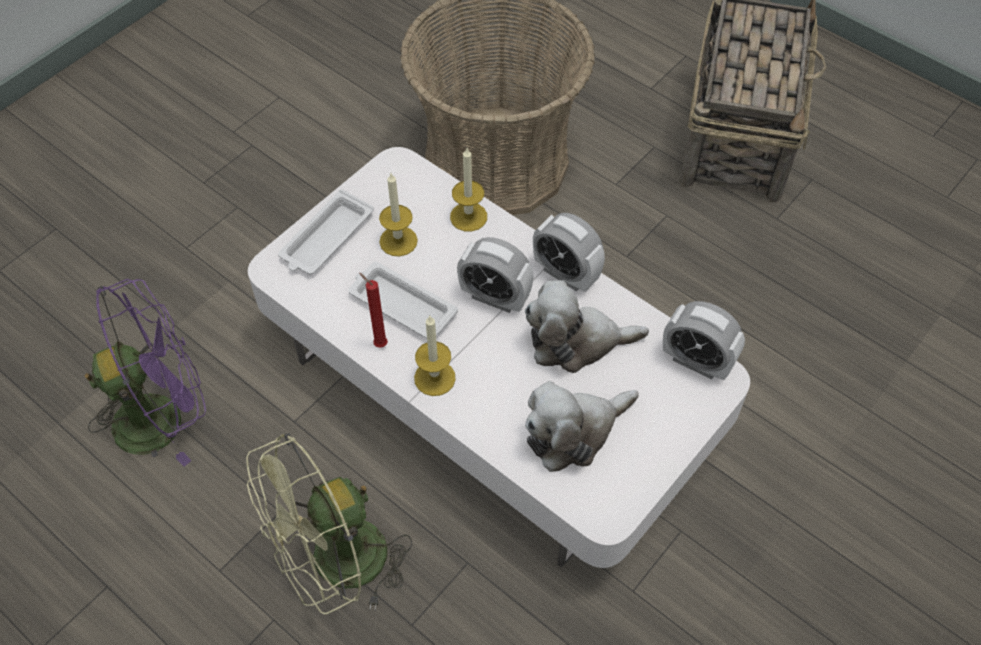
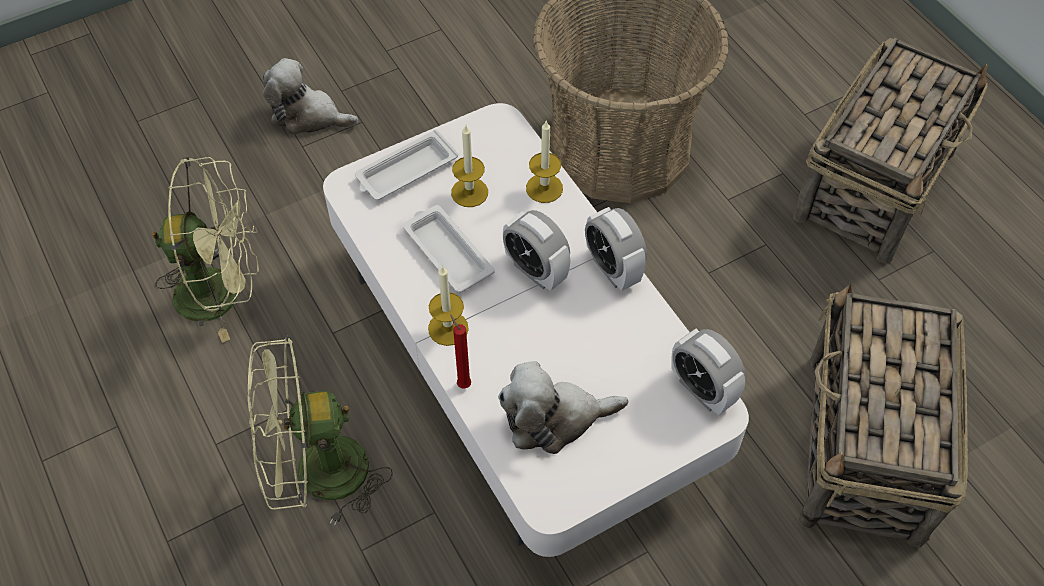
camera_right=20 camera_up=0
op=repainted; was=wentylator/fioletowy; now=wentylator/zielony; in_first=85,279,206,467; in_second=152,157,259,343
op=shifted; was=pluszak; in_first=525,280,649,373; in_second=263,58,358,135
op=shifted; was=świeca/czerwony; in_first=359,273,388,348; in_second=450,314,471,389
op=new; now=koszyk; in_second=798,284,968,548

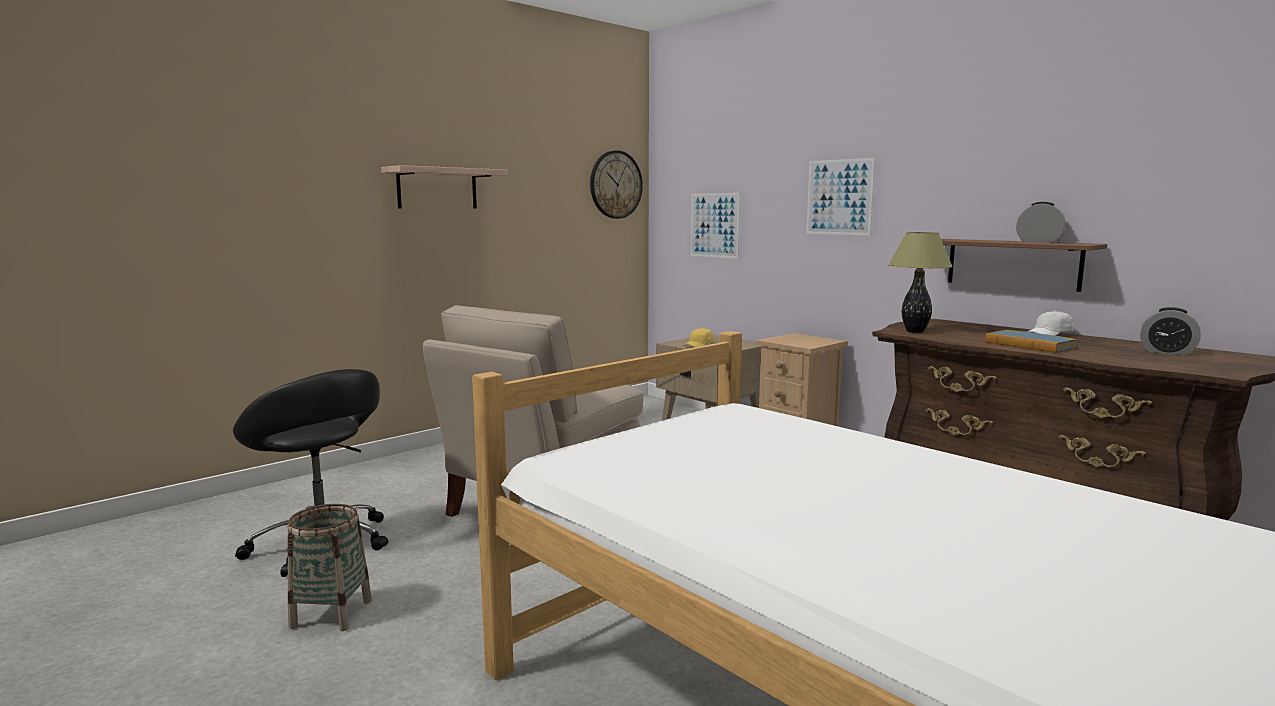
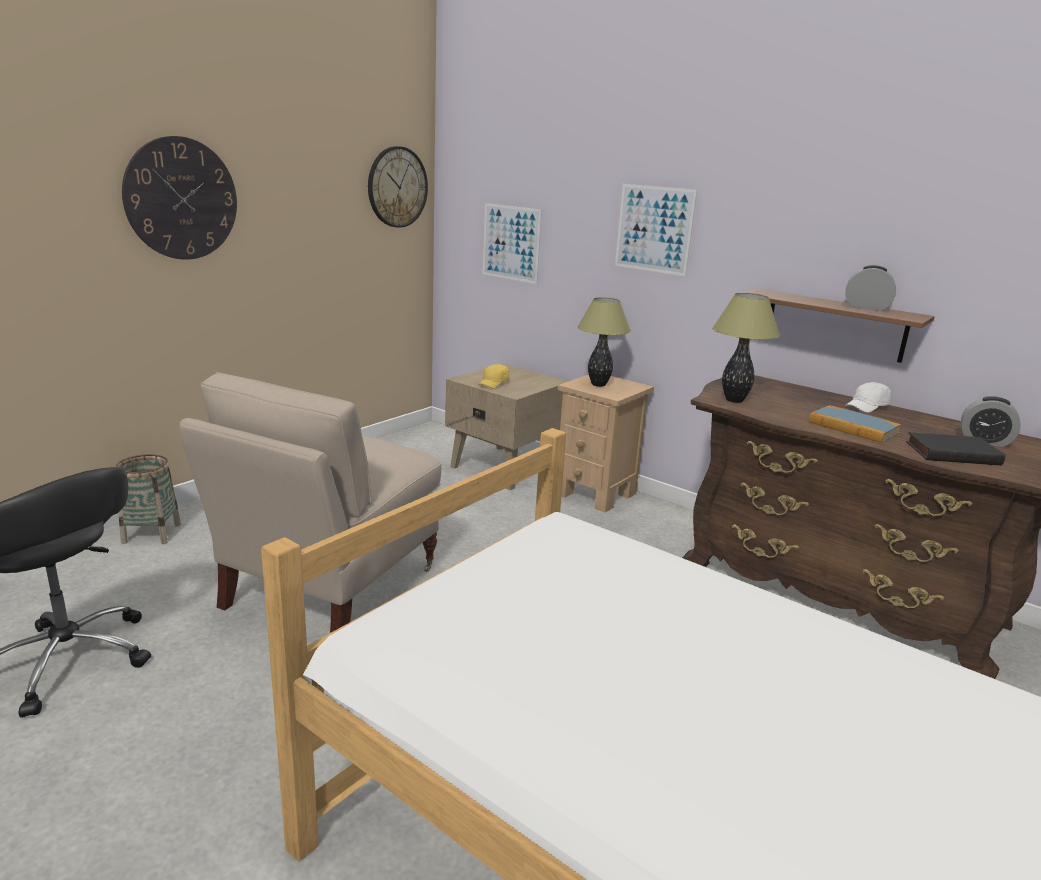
camera_right=-10 camera_up=10
op=shifted; was=koszyk; in_first=287,504,372,631; in_second=116,454,181,544
op=swapped; was=półka; now=zegar ścienny; in_first=381,165,508,209; in_second=122,136,237,260
op=new; now=lampa stołowa; in_second=578,297,631,387
op=new; now=książka/czarny; in_second=906,432,1006,466

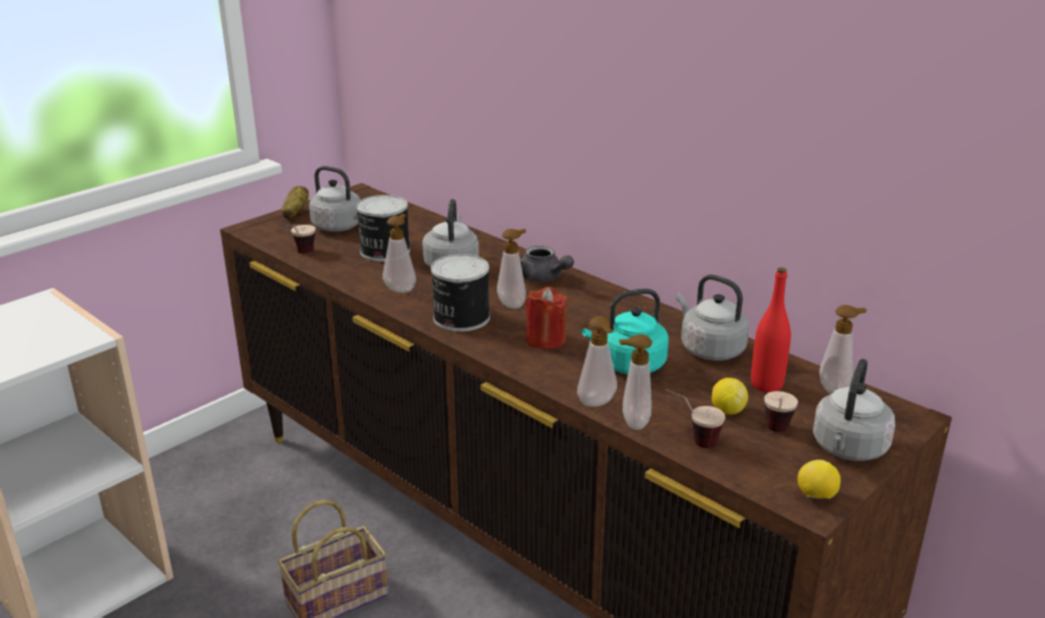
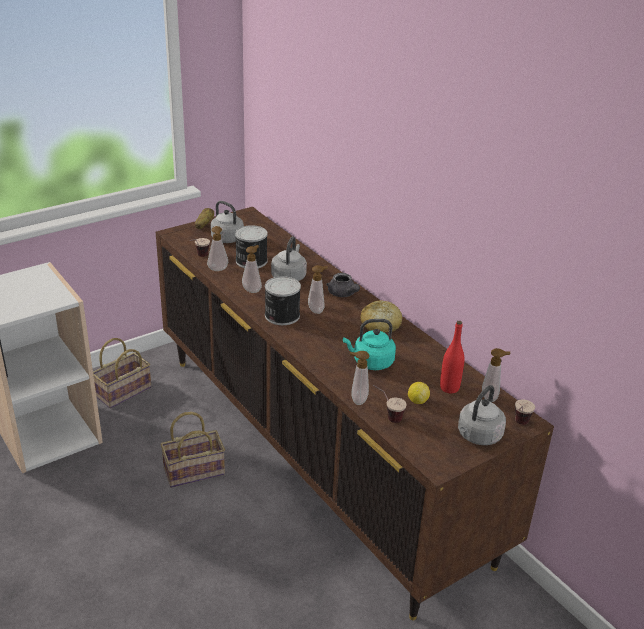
camera_right=10 camera_up=5
op=new; now=koszyk; in_second=93,338,151,408
op=shifted; was=dozownik mydła; in_first=577,316,617,407; in_second=207,226,228,271
op=new; now=chleb; in_second=361,301,402,332
op=shifted; was=filiżanka; in_first=764,391,798,432; in_second=515,399,535,425
op=gone; was=świeca/czerwony; in_first=526,287,568,350
op=gone; was=czajnik/szary; in_first=676,274,749,361
op=gone; was=cytryna; in_first=798,460,841,499

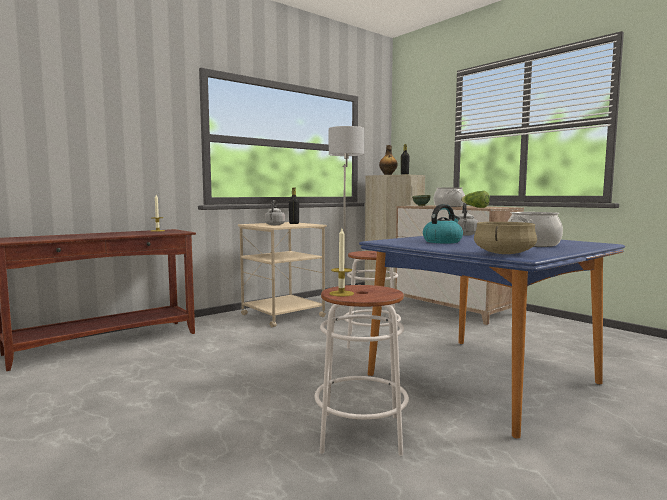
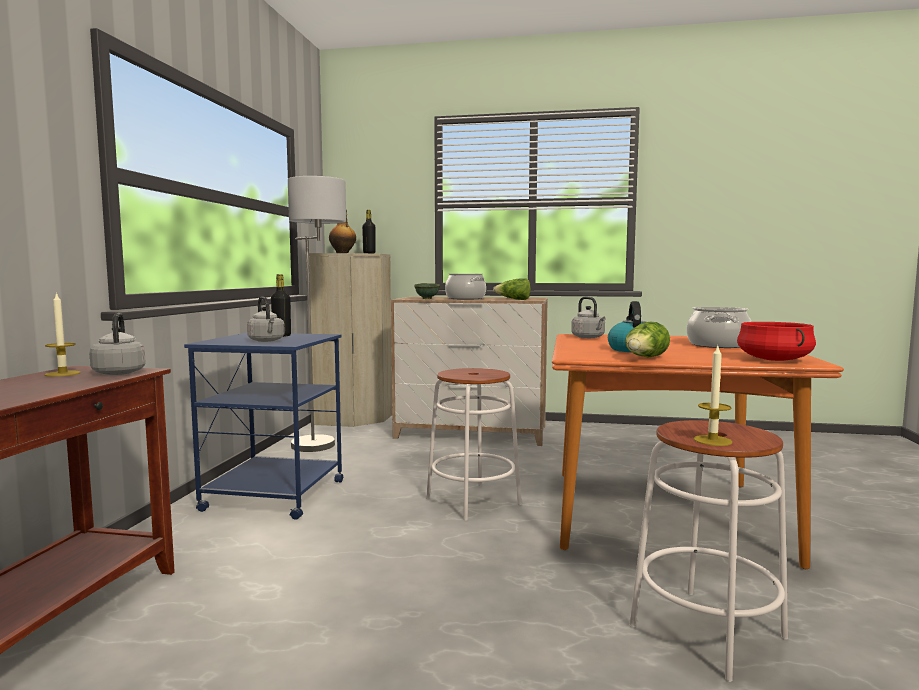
camera_right=-40 camera_up=0
op=new; now=czajnik/szary; in_second=89,313,146,375
op=repainted; was=wózek/beżowy; now=wózek/niebieski; in_first=238,222,327,327; in_second=184,333,343,520
op=repainted; was=stół jadalny/niebieski; now=stół jadalny/pomarańczowy; in_first=359,234,625,439; in_second=552,334,844,569
op=new; now=sałata; in_second=625,322,670,357
op=repainted; was=garnek/beżowy; now=garnek/czerwony; in_first=474,222,537,254; in_second=737,322,816,361

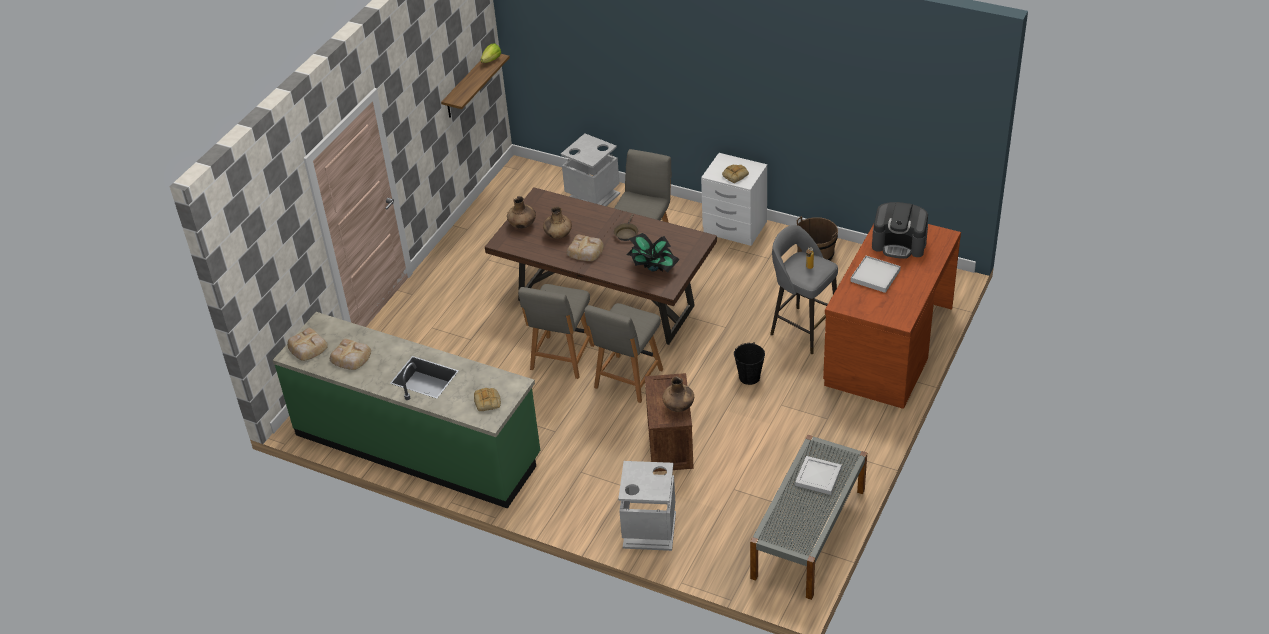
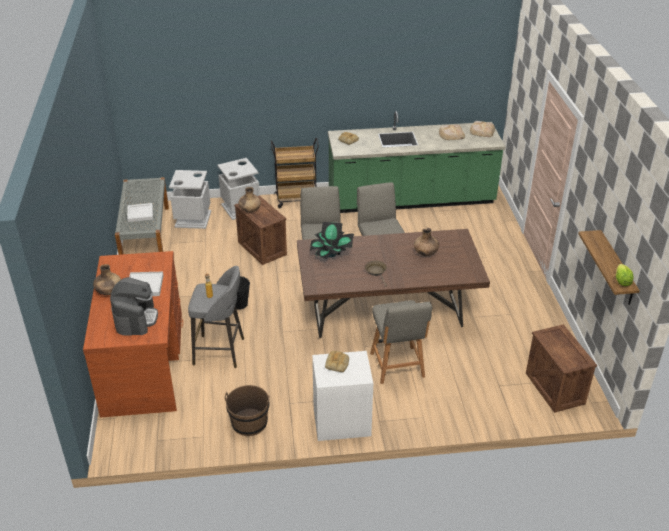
camera_right=145 camera_up=-5
op=shifted; was=wazon/brązowy; in_first=507,196,536,229; in_second=93,264,121,295
op=rotated; was=ekspres do kawy; in_first=872,202,928,259; in_second=110,277,158,335; clockwise=105
op=shifted; was=kosz na śmieci/szary; in_first=561,133,620,206; in_second=169,170,211,229
op=new; now=wózek/brązowy; in_second=271,138,319,208
op=new; now=skrzynka; in_second=526,324,597,413
op=gone; was=chleb; in_first=567,235,604,261

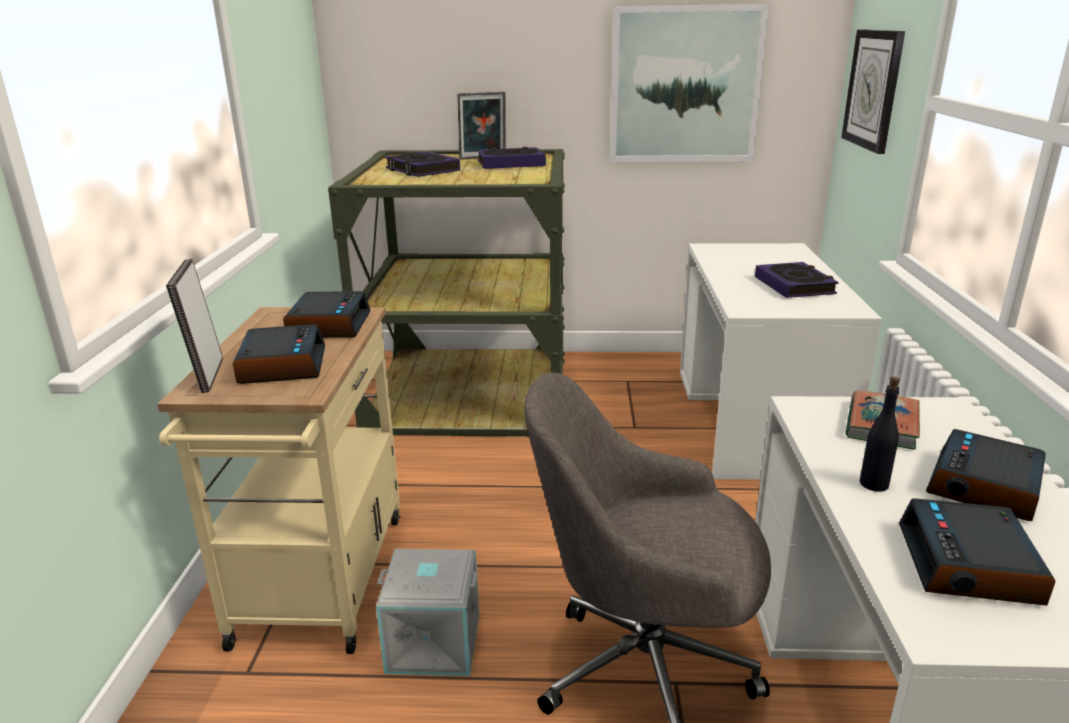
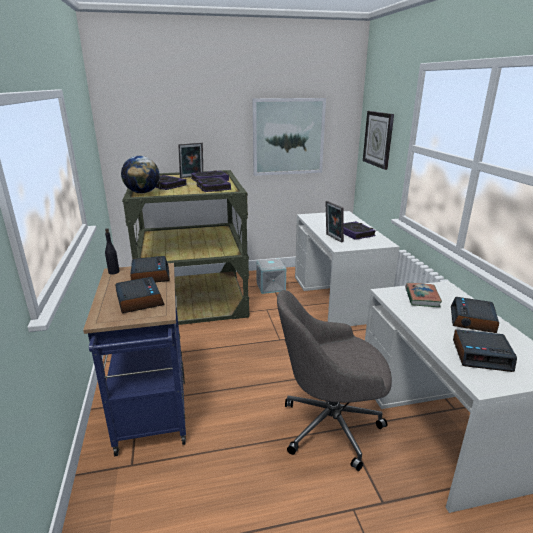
camera_right=-15 camera_up=0
op=repainted; was=wózek/beżowy; now=wózek/niebieski; in_first=157,307,400,654; in_second=83,263,186,456
op=shifted; was=butelka/czarny; in_first=860,377,899,492; in_second=105,228,119,274
op=new; now=globus; in_second=121,156,160,193
op=new; now=książka; in_second=196,177,231,192
op=shifted; was=pojemnik do przechowywania/szary; in_first=376,549,479,676; in_second=256,258,286,294
op=shifted; was=ramka na zdjęcie; in_first=166,259,223,393; in_second=325,201,344,243
op=rotated; was=budzik; in_first=899,498,1056,605; in_second=453,329,517,372; clockwise=-75

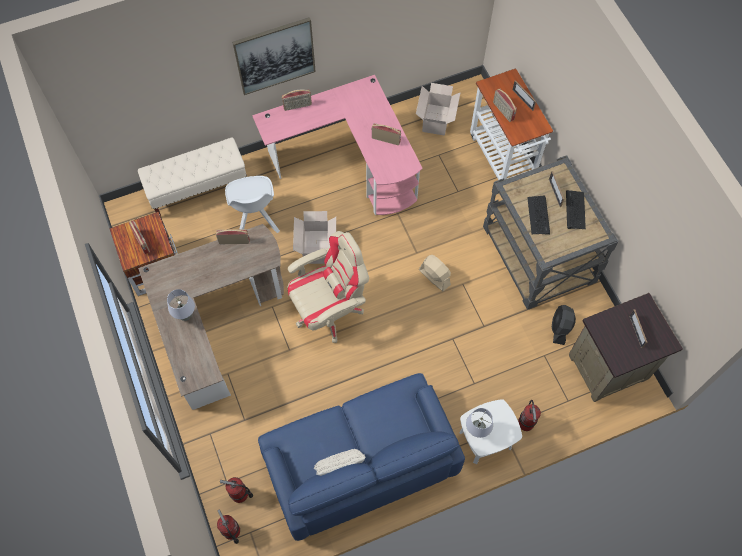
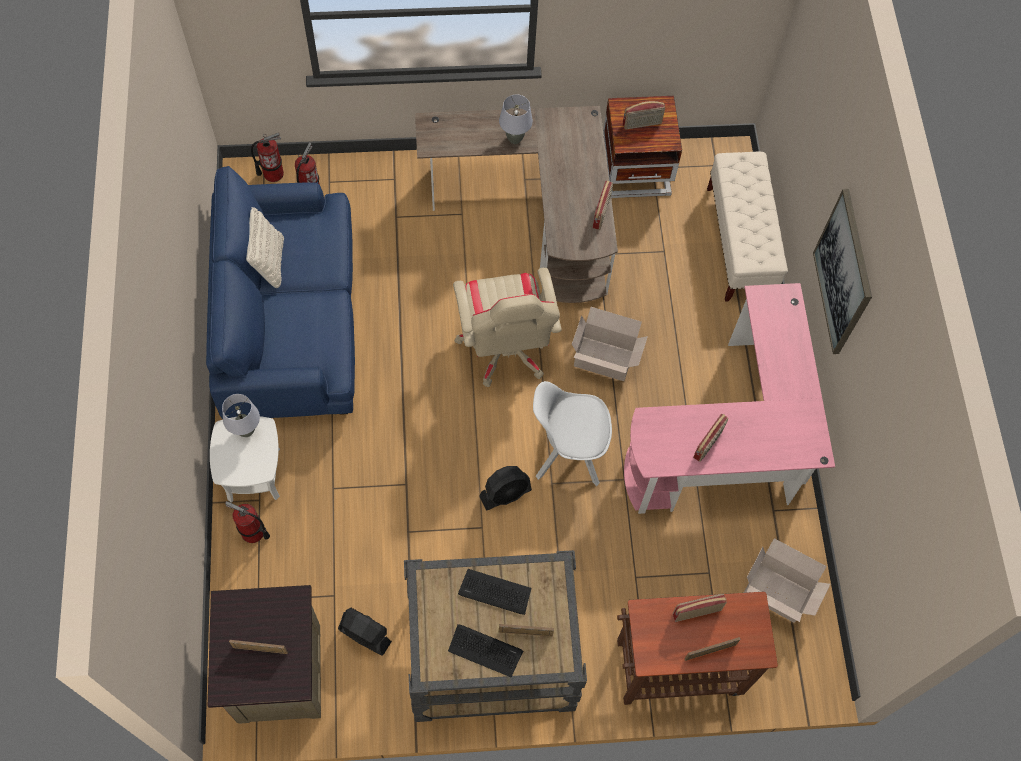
camera_right=105 camera_up=0
op=repainted; was=wentylator/beżowy; now=wentylator/czarny; in_first=419,255,451,292; in_second=479,466,532,511
op=shifted; was=krzesło/biały; in_first=225,176,280,233; in_second=533,381,612,486
op=repainted; was=wózek/biały; now=wózek/brązowy; in_first=470,69,553,180; in_second=617,592,778,705
op=gone; was=radio; in_first=282,90,312,111

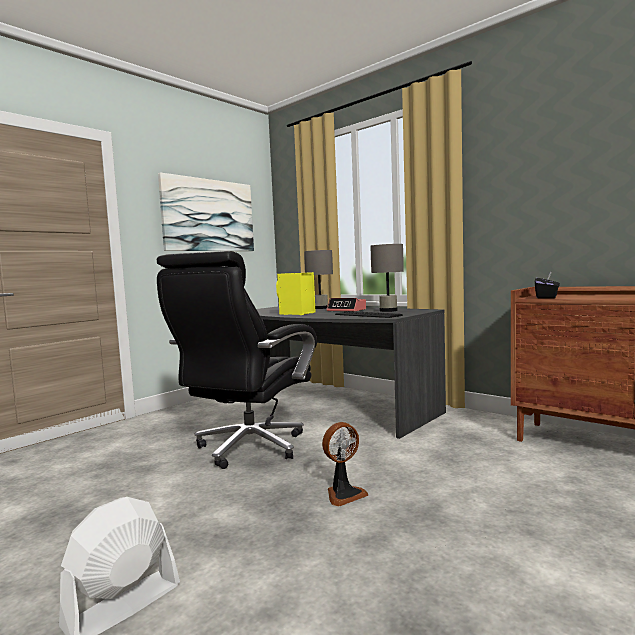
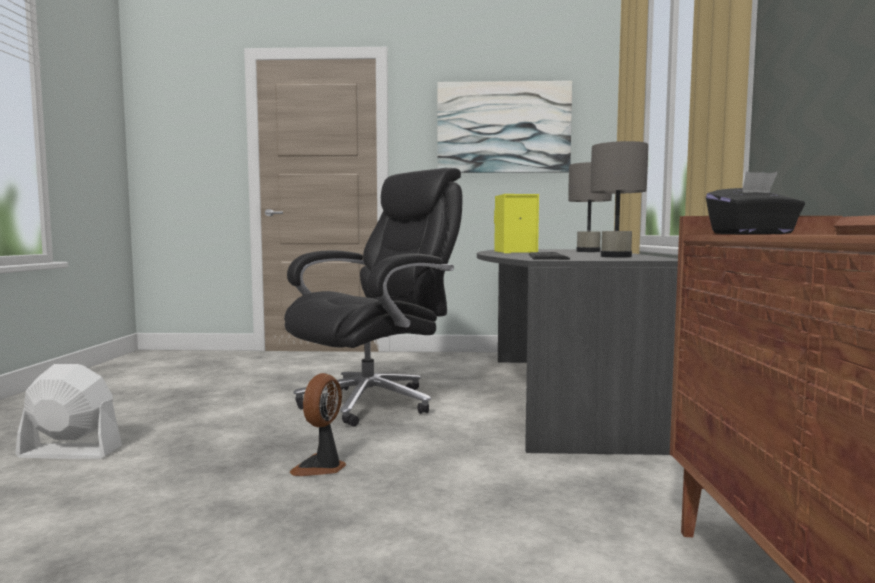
camera_right=50 camera_up=0
op=rotated; was=krzesło biurowe/czarny; in_first=157,251,317,469; in_second=284,168,463,427; clockwise=150
op=rotated; was=wentylator; in_first=322,422,368,506; in_second=289,373,346,476; clockwise=90
op=gone; was=budzik; in_first=327,298,366,312

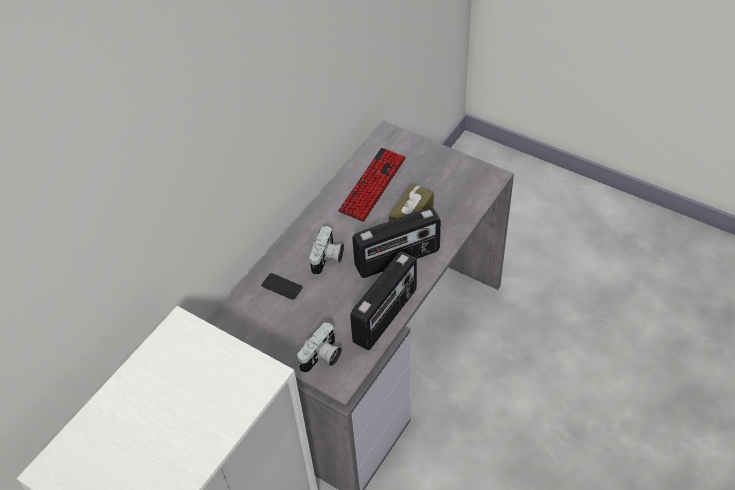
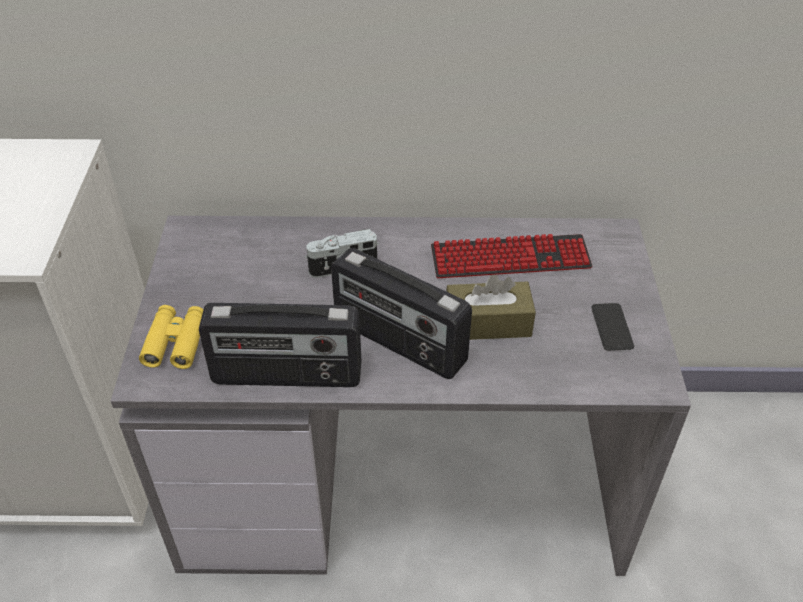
camera_right=55 camera_up=-5
op=swapped; was=aparat fotograficzny; now=lornetka/żółty; in_first=297,323,342,373; in_second=139,305,203,369
op=shifted; was=telefon; in_first=261,273,303,300; in_second=591,303,634,351

